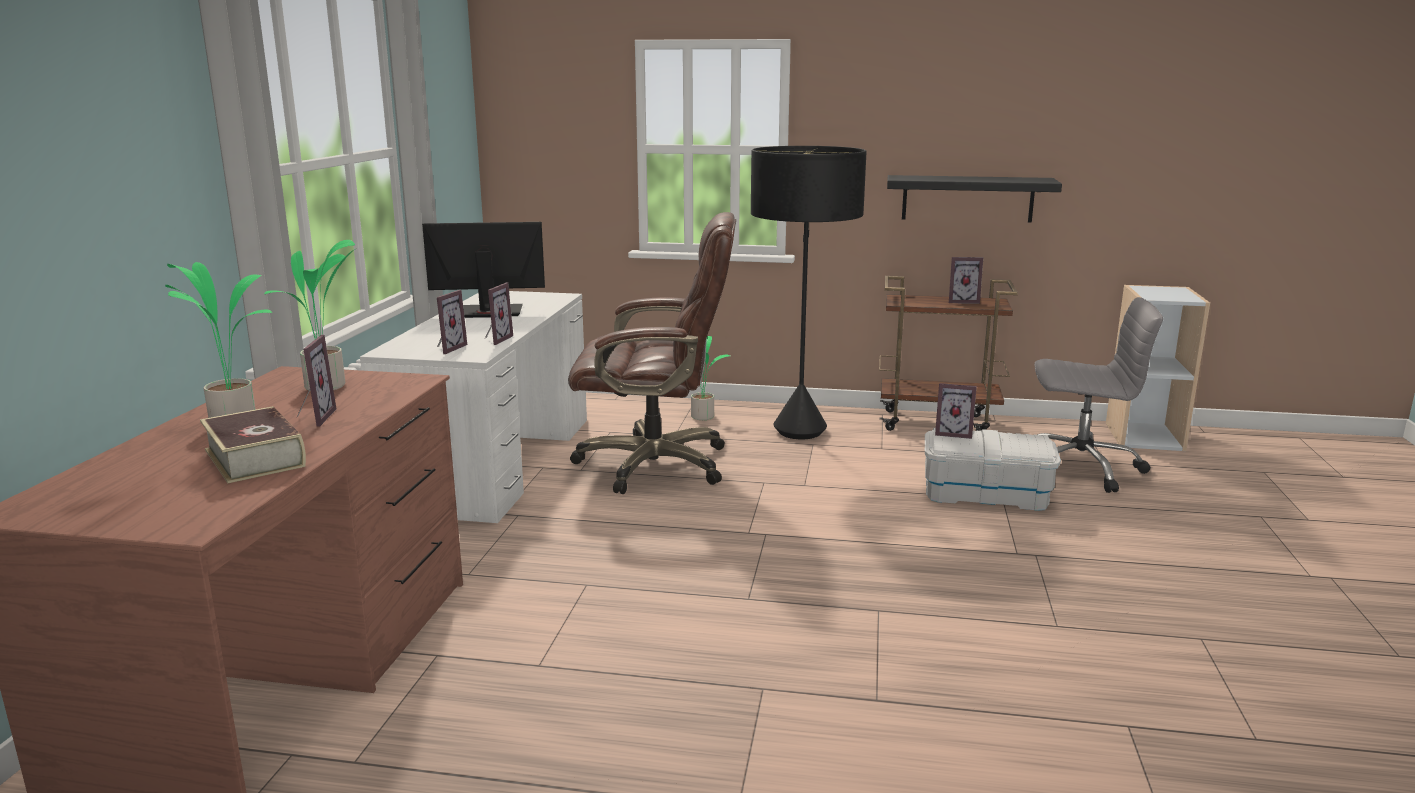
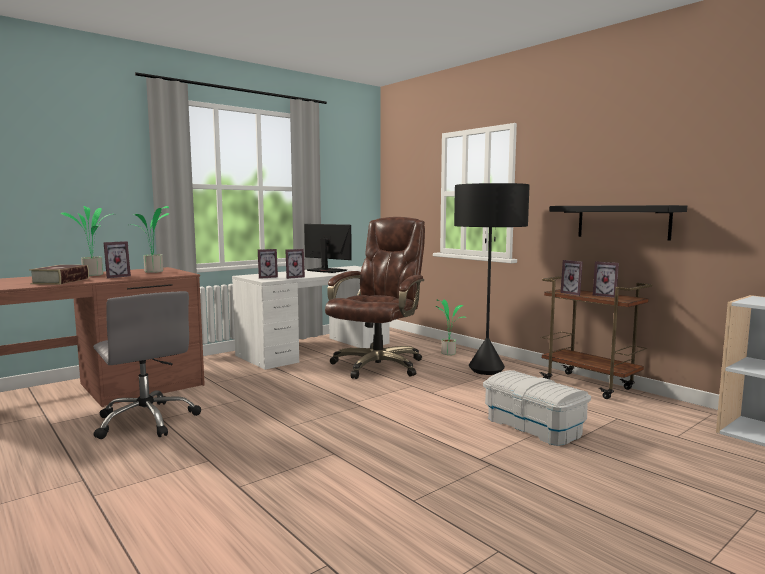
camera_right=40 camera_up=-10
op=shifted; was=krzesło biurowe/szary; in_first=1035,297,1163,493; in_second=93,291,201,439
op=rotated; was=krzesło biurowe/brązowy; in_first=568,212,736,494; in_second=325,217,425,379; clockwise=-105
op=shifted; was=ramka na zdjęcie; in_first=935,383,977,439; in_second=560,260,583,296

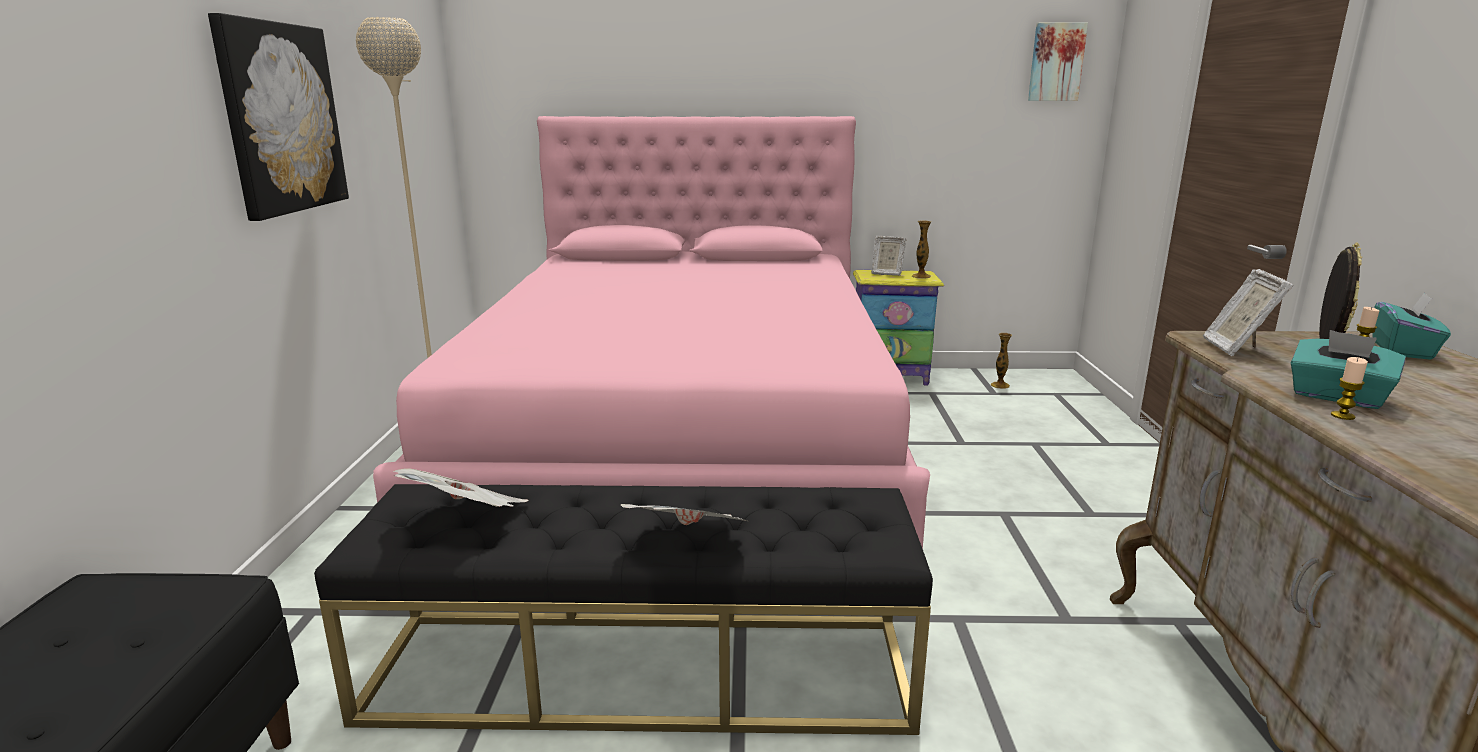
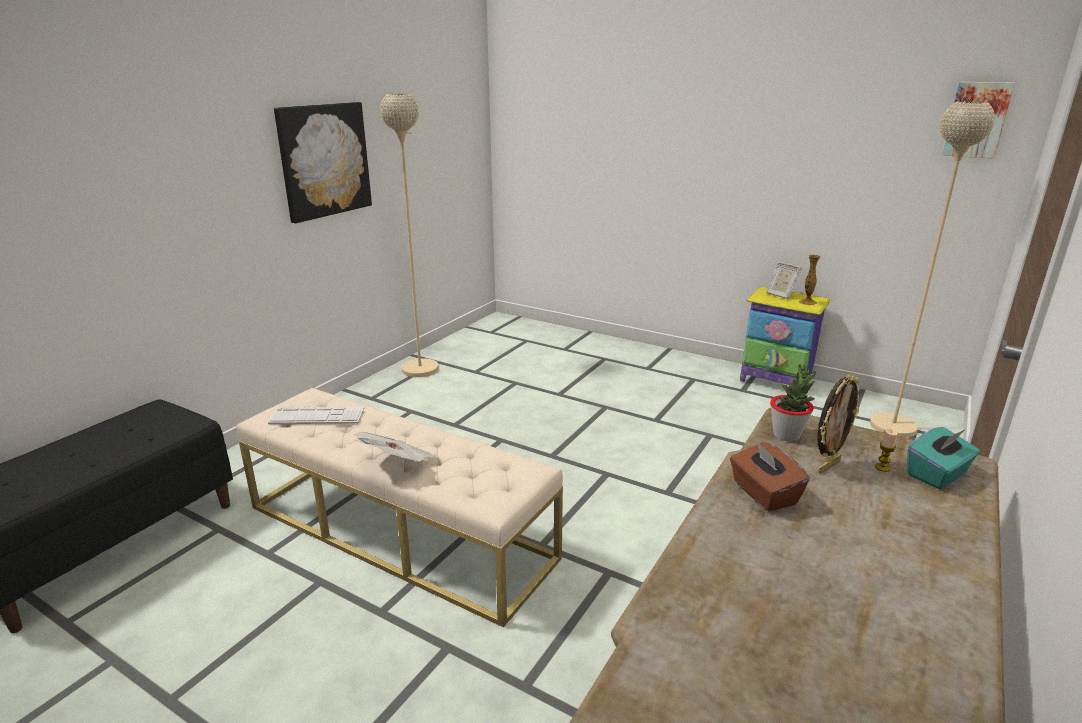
camera_right=30 camera_up=5
op=repainted; was=ławka/czarny; now=ławka/beżowy; in_first=314,484,933,735; in_second=236,388,563,627
op=swapped; was=gazeta; now=klawiatura; in_first=393,468,529,507; in_second=268,407,365,424
op=repainted; was=pudełko chusteczek/turkusowy; now=pudełko chusteczek/brązowy; in_first=1291,330,1406,409; in_second=730,442,810,511
op=swapped; was=ramka na zdjęcie; now=roślina doniczkowa; in_first=1203,269,1293,356; in_second=770,364,816,441
op=new; now=lampa stojąca/beżowy; in_second=870,101,995,438
op=gone; was=łóżko/różowy; in_first=373,116,930,549
op=gone; was=wazon; in_first=991,333,1012,389
op=gone; was=świeca; in_first=1331,357,1368,420

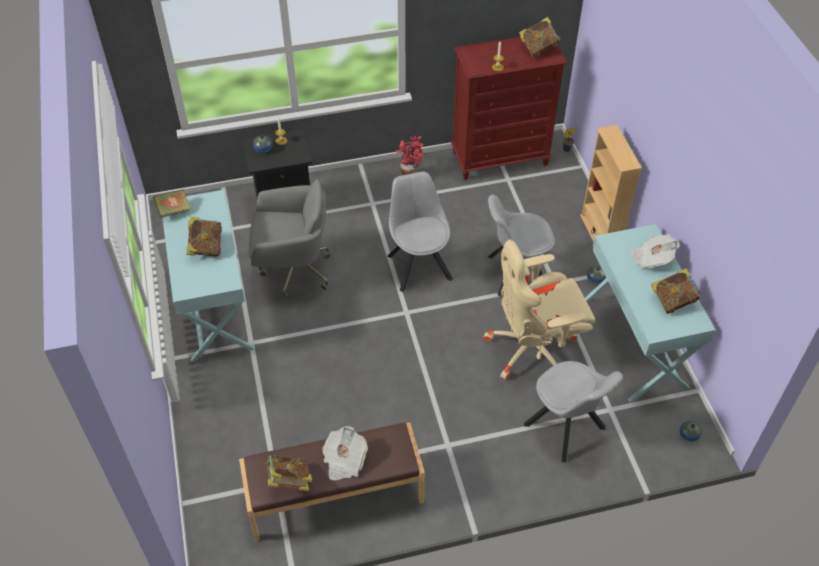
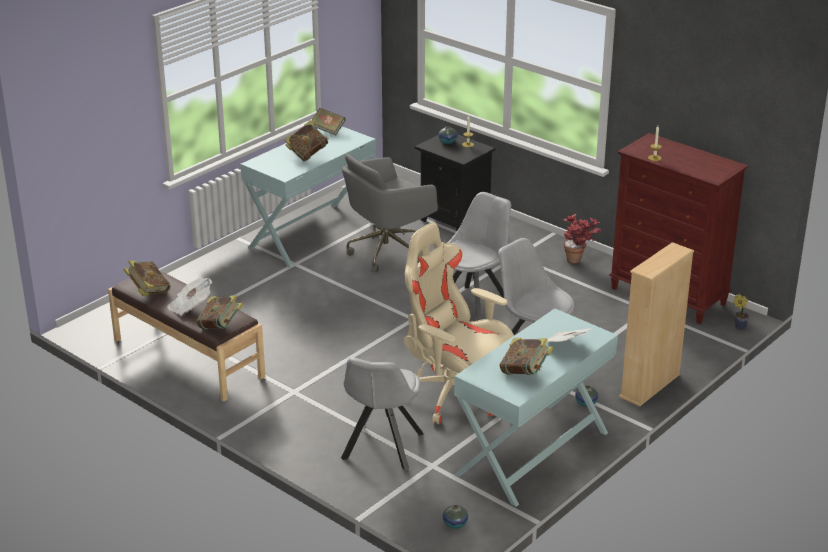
camera_right=55 camera_up=-20
op=shifted; was=książka; in_first=519,17,562,58; in_second=196,295,244,329
op=rotated; was=krzesło biurowe/szary; in_first=249,179,330,301; in_second=342,154,438,272; clockwise=90

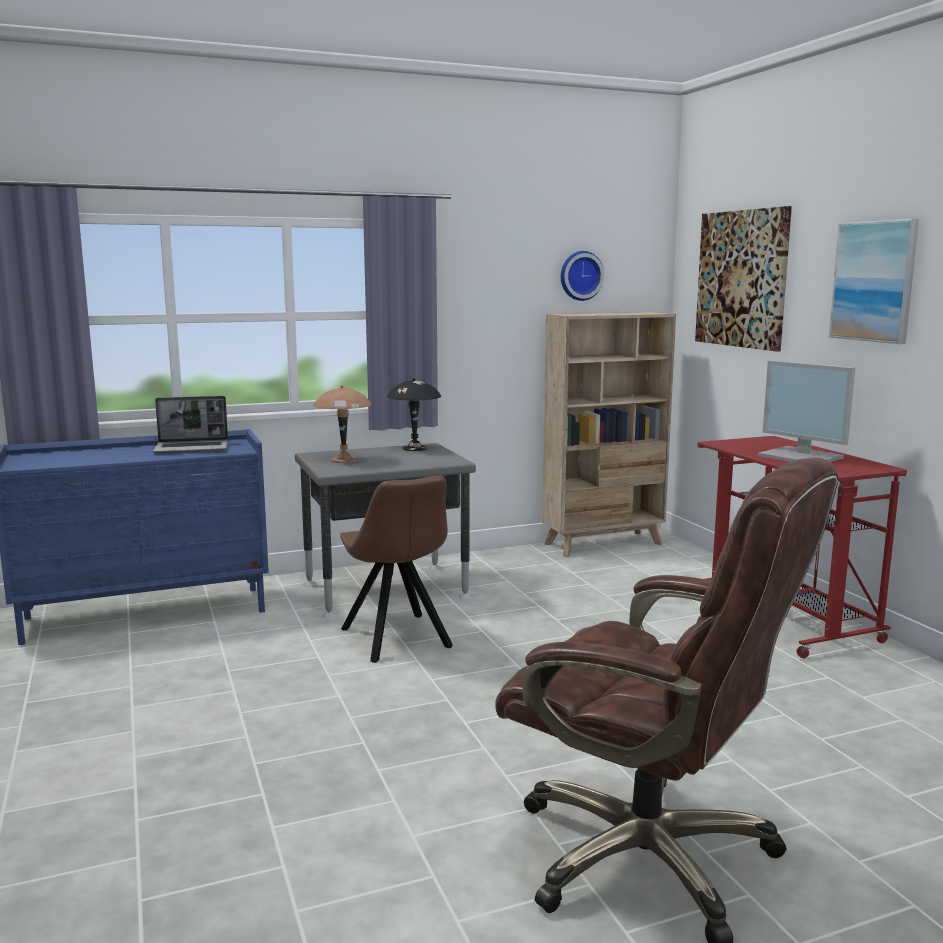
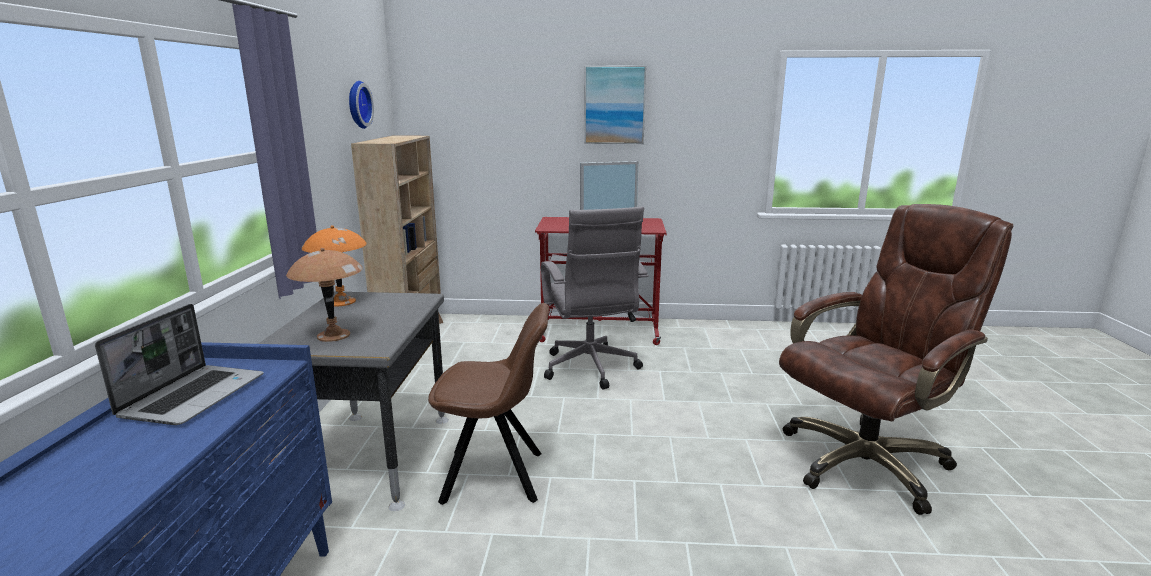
camera_right=-65 camera_up=5
op=repainted; was=lampa stołowa/czarny; now=lampa stołowa/pomarańczowy; in_first=387,378,441,451; in_second=302,225,367,306
op=new; now=krzesło biurowe/szary; in_second=541,206,649,390
op=gone; was=obraz; in_first=695,206,792,352

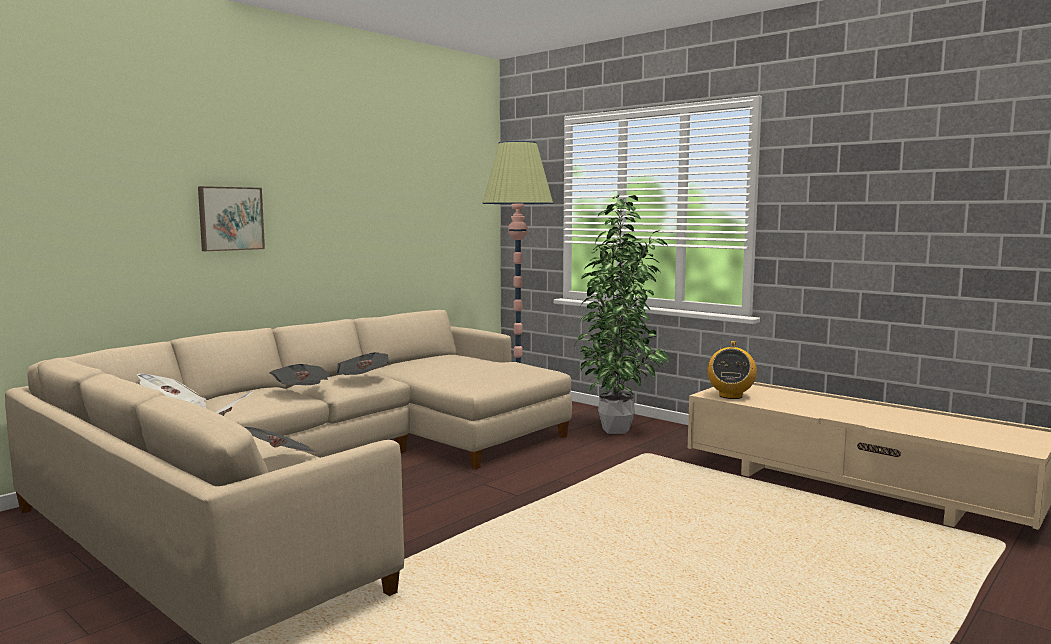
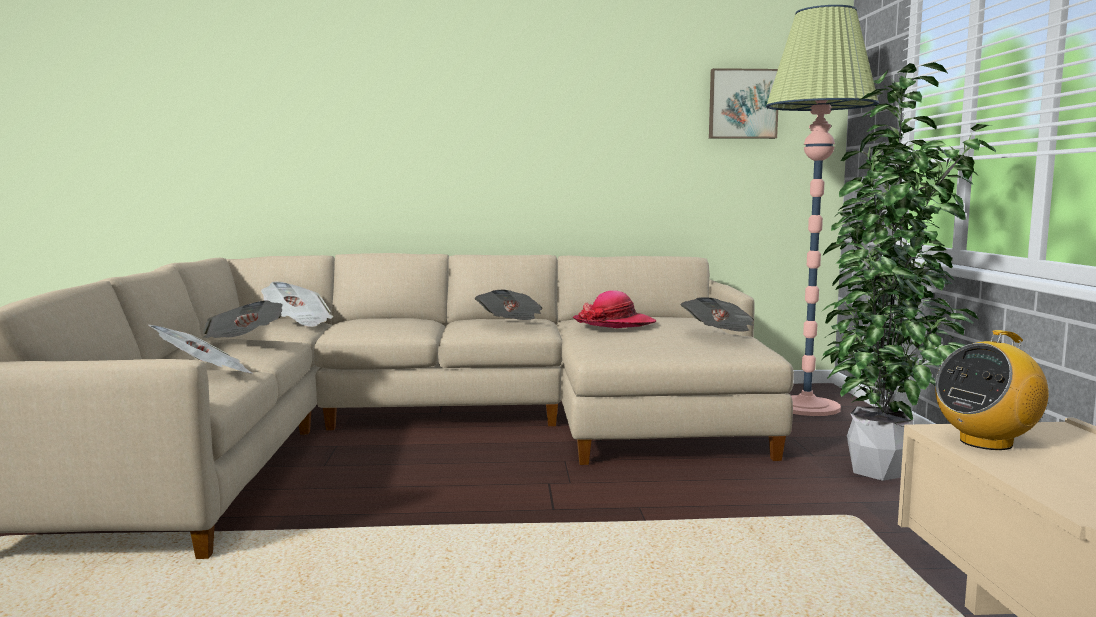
camera_right=45 camera_up=0
op=new; now=kapelusz; in_second=573,290,656,328
op=shifted; was=gazeta; in_first=269,364,331,385; in_second=681,297,754,331
op=shifted; was=obraz; in_first=198,186,265,251; in_second=709,68,778,139

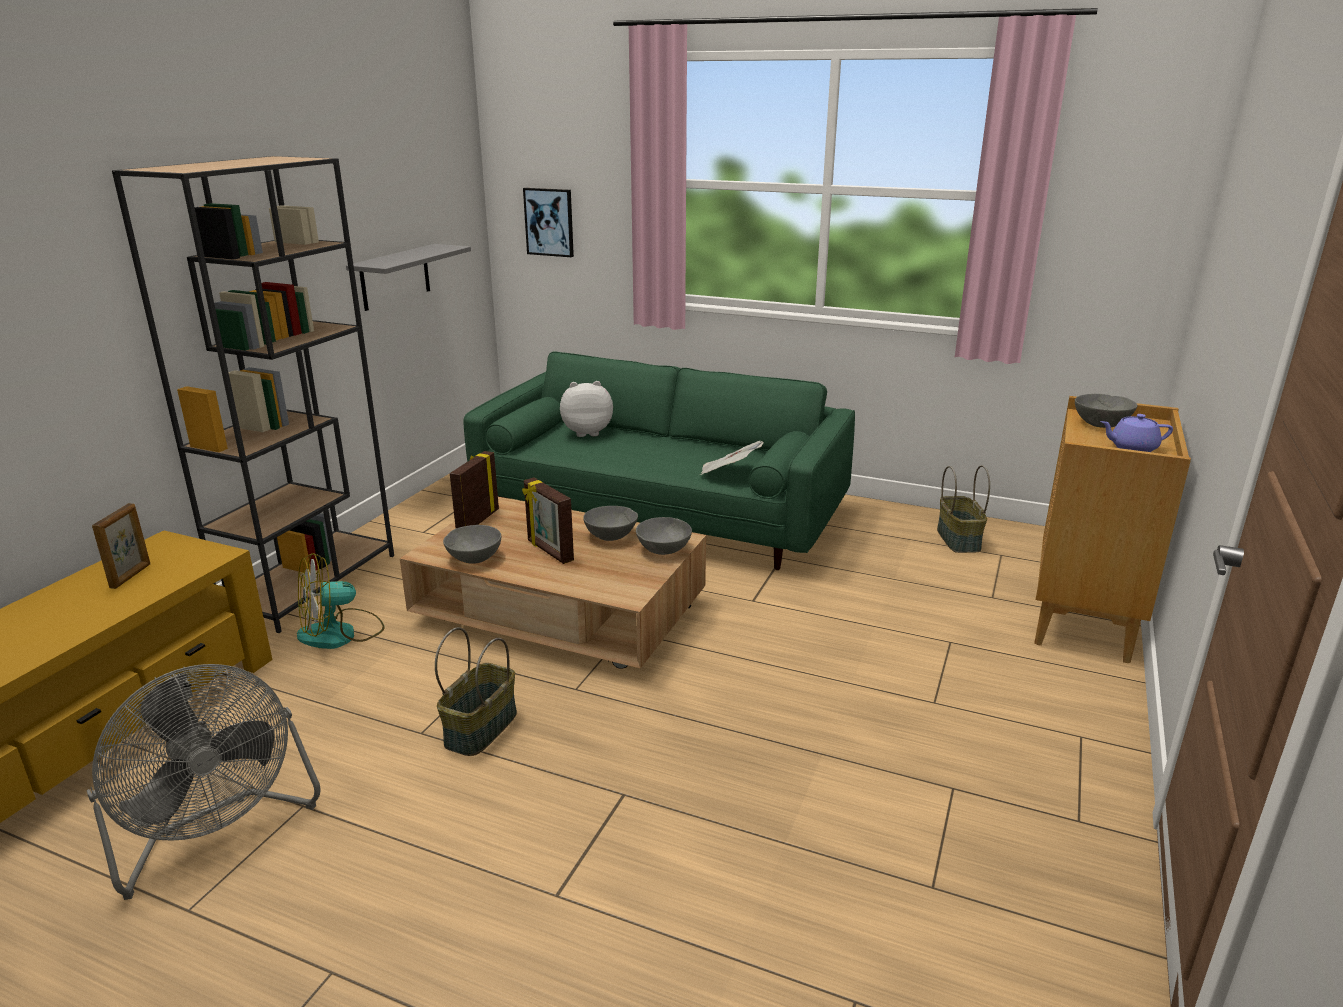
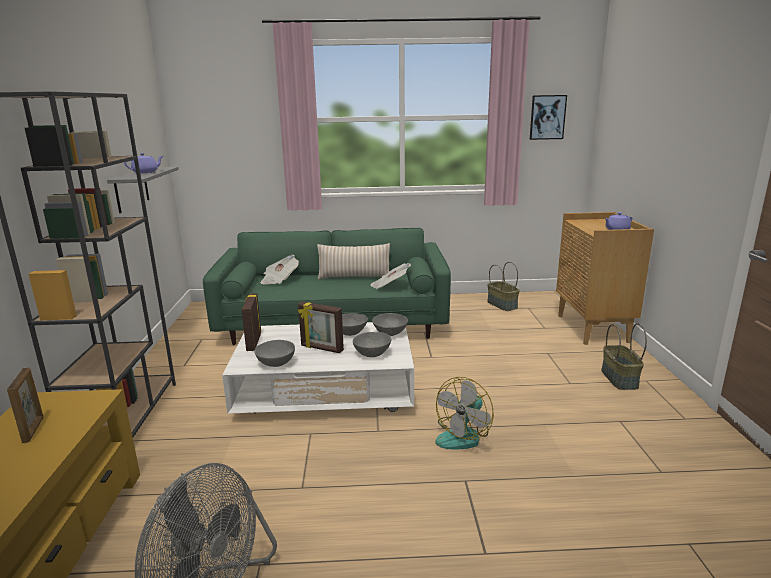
camera_right=-25 camera_up=-5
op=new; now=imbryk/fioletowy; in_second=124,153,163,173
op=repainted; was=ława/brązowy; now=ława/biały; in_first=400,497,706,669; in_second=222,322,414,414
op=swapped; was=pluszak; now=gazeta; in_first=560,381,613,437; in_second=260,255,299,285
op=new; now=poduszka/beżowy; in_second=317,243,390,279
op=shifted; was=miska/szary; in_first=1075,394,1137,428; in_second=353,332,391,357
op=shifted; was=wentylator; in_first=297,553,384,649; in_second=436,377,494,450
op=shifted; was=obraz; in_first=523,188,574,257; in_second=530,95,567,140
op=shifted; was=koszyk; in_first=435,627,517,756; in_second=601,323,647,390

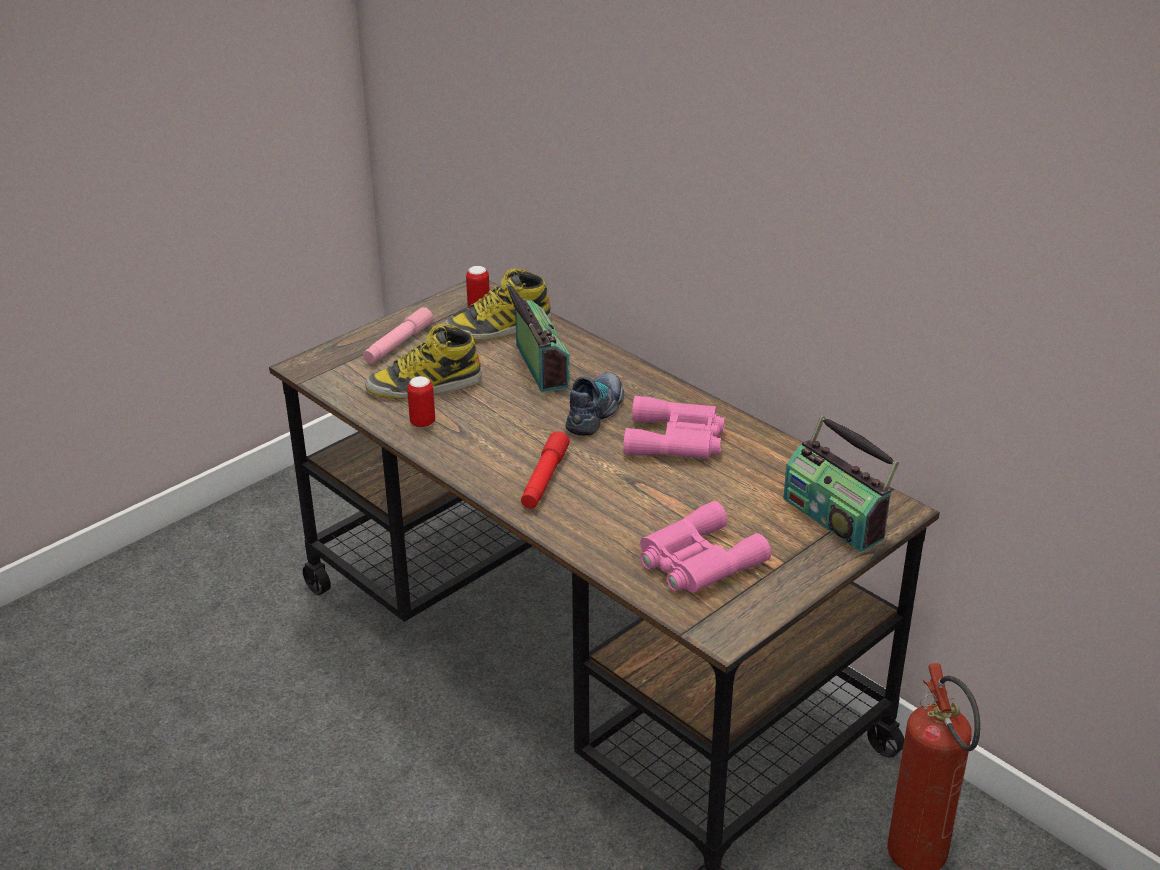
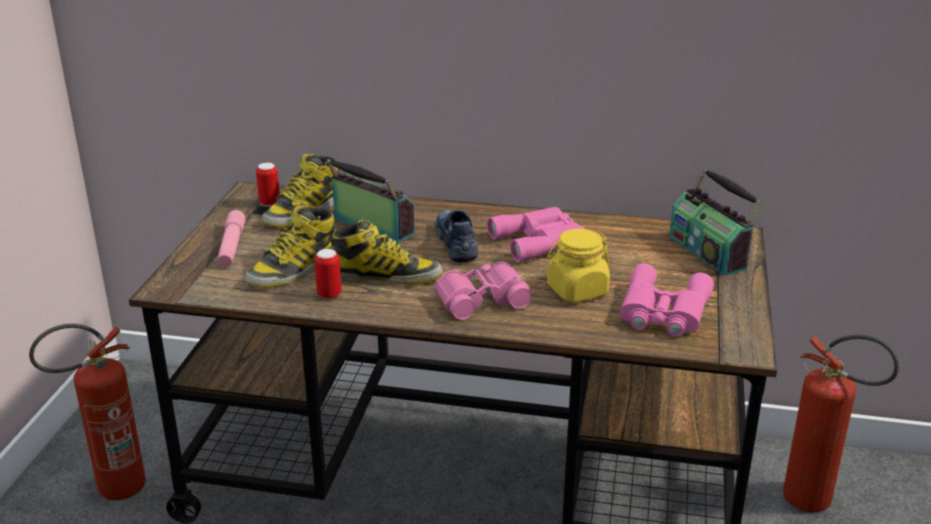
camera_right=-35 camera_up=-5
op=new; now=gaśnica; in_second=29,324,146,500
op=new; now=but z cholewką; in_second=331,219,443,285
op=swapped; was=latarka/czerwony; now=lornetka/różowy; in_first=521,431,570,509; in_second=434,262,531,320
op=new; now=słoik/żółty; in_second=547,229,610,302
op=rotated; was=radio; in_first=783,415,899,552; in_second=669,168,762,276; clockwise=45

